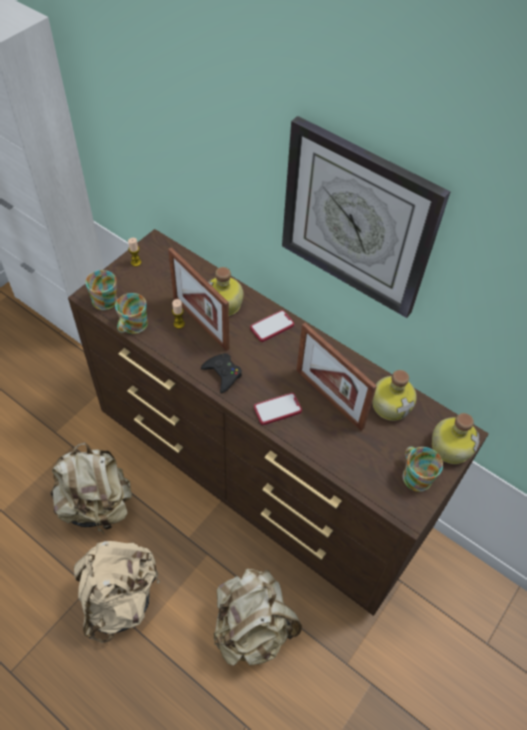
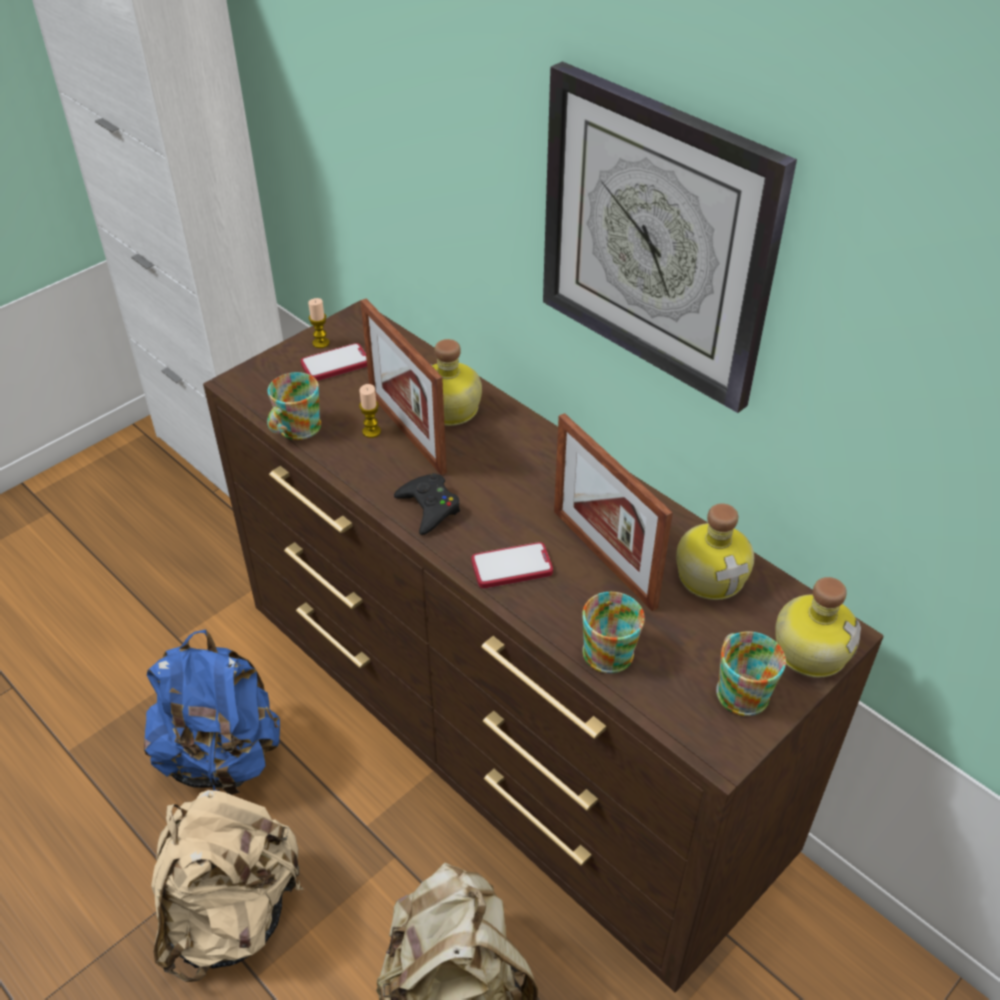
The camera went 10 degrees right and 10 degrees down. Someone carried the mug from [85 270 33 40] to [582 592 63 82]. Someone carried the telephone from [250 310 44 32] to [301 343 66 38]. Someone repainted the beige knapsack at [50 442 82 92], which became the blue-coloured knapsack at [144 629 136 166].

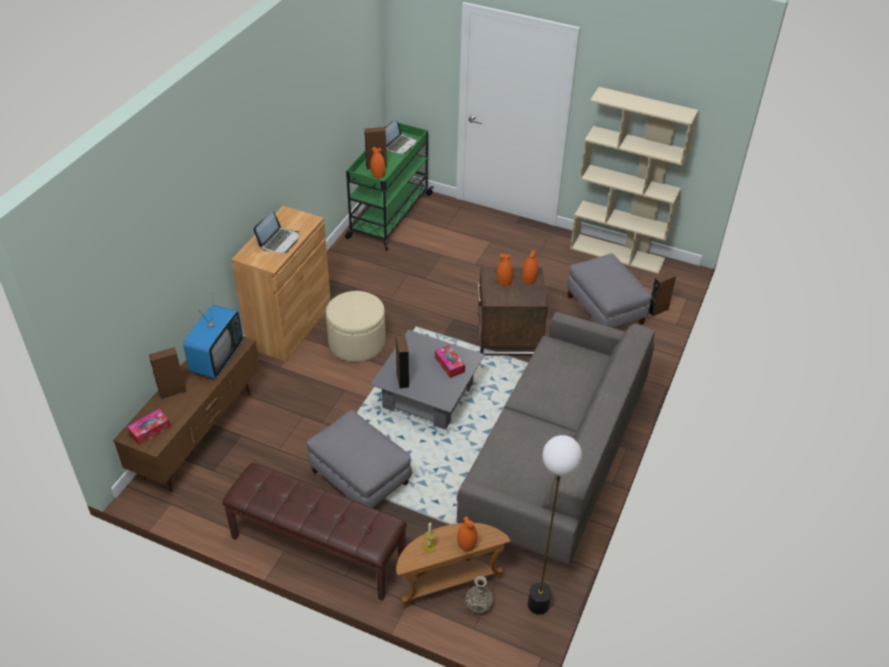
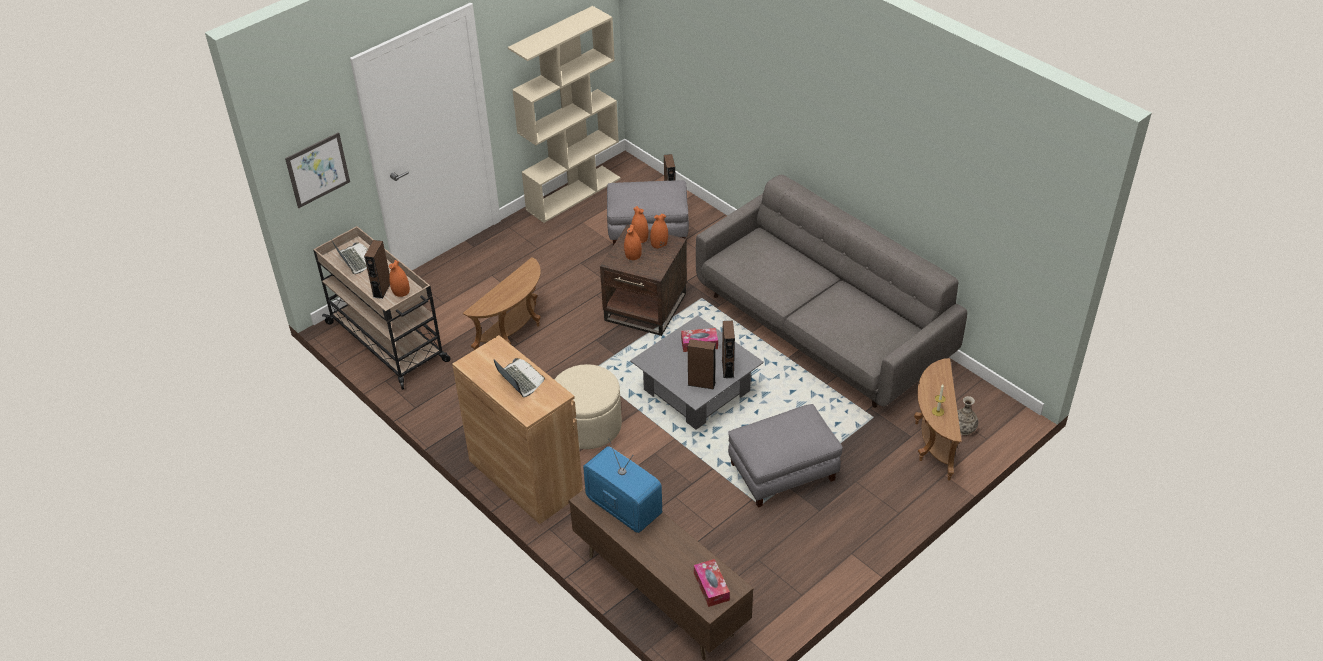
The camera went 65 degrees left and 0 degrees up. Someone took away the brown-coloured bench at [222 463 185 138]. Someone took away the floor lamp at [528 435 54 180]. Someone put up the picture at [285 132 65 76]. Someone put down the brown-coloured accent table at [463 257 78 93]. Someone carried the brown-coloured audio speaker from [149 347 37 52] to [722 321 13 58]. Someone carried the orangey decorative vase from [457 517 20 35] to [650 213 18 36]. Someone repainted the green cart at [345 121 89 129], which became the beige cart at [313 226 138 164].

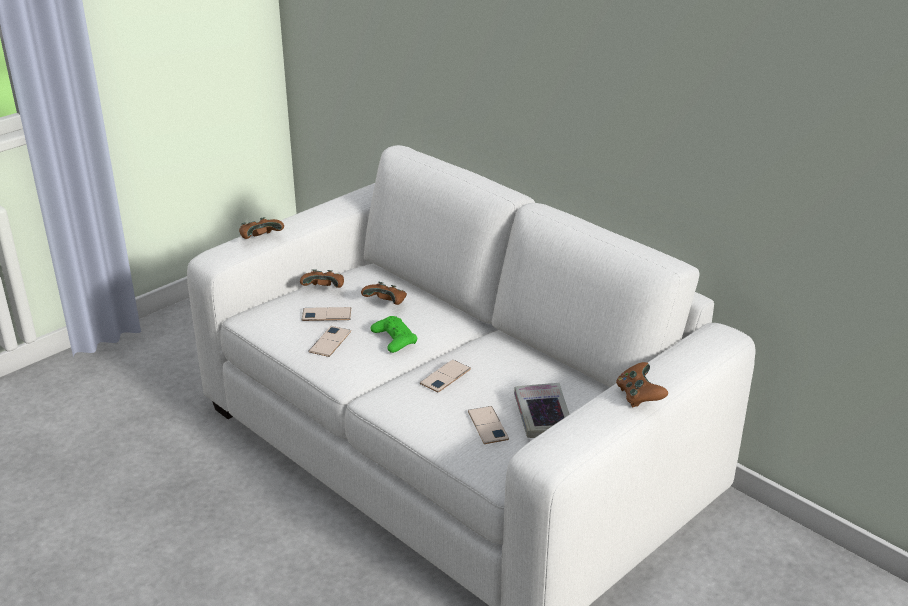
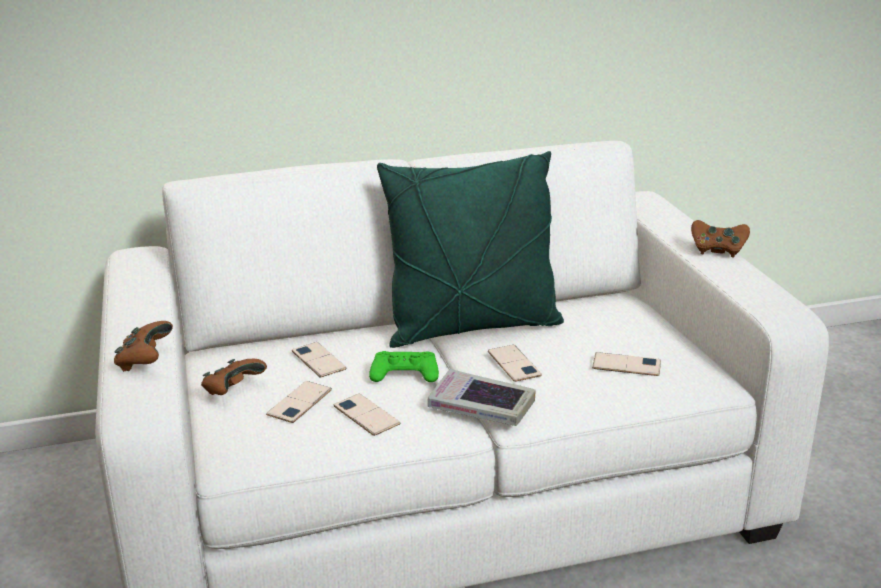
The camera went 60 degrees left and 5 degrees down. Someone put down the green pillow at [377 151 187 197]. Someone carried the volume from [514 383 56 55] to [428 369 108 57]. Someone swapped the brown-coloured joypad at [361 282 46 23] for the telephone at [292 342 54 36].

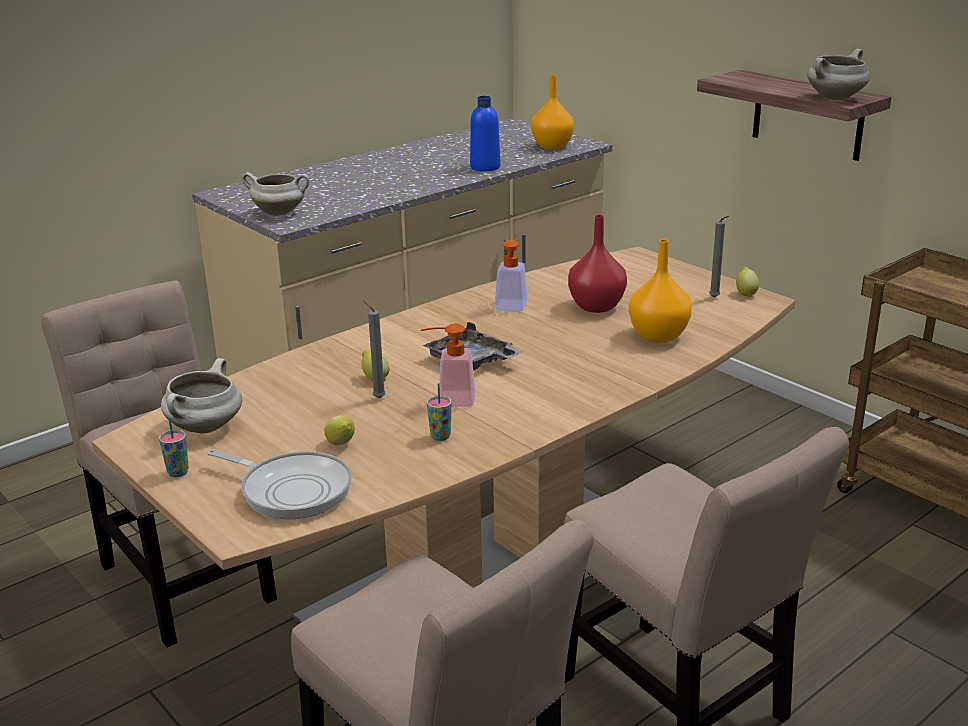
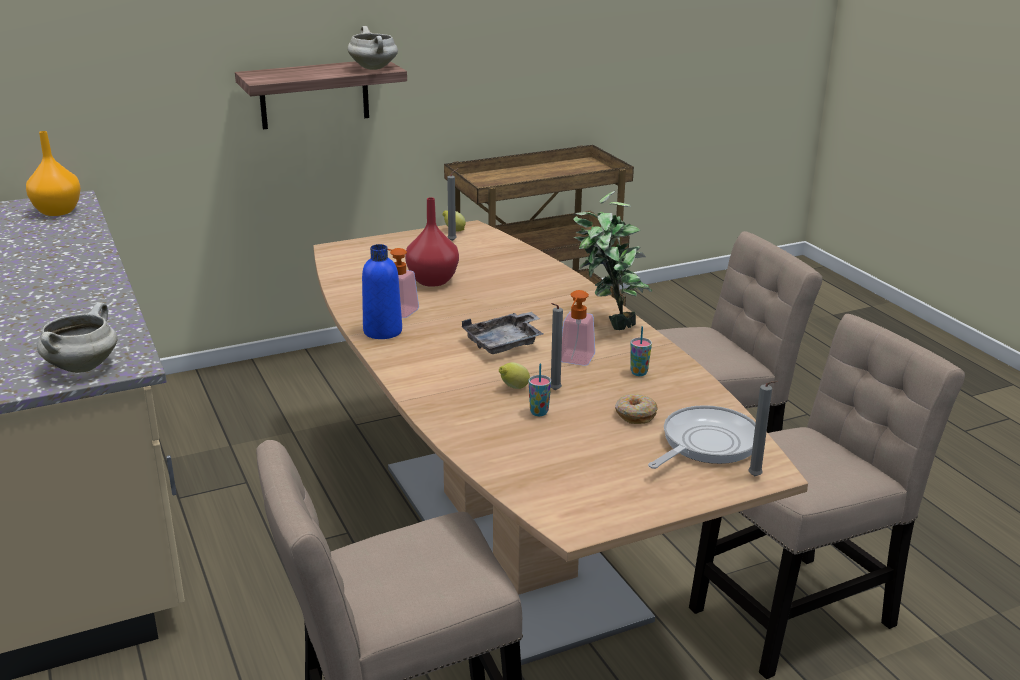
The camera went 75 degrees left and 0 degrees up. Someone took away the whitish cooking pot at [161 358 81 75]. Someone took away the orangey decorative vase at [629 239 63 104]. Someone put down the houseplant at [573 191 79 139]. Someone put down the gray wax light at [748 381 30 95]. Someone carried the small cup from [159 417 30 60] to [529 363 22 53]. Someone carried the blue-coloured beverage bottle from [470 96 30 75] to [362 244 40 95]. Someone swapped the lemon at [324 415 31 30] for the ring doughnut at [615 394 43 30].

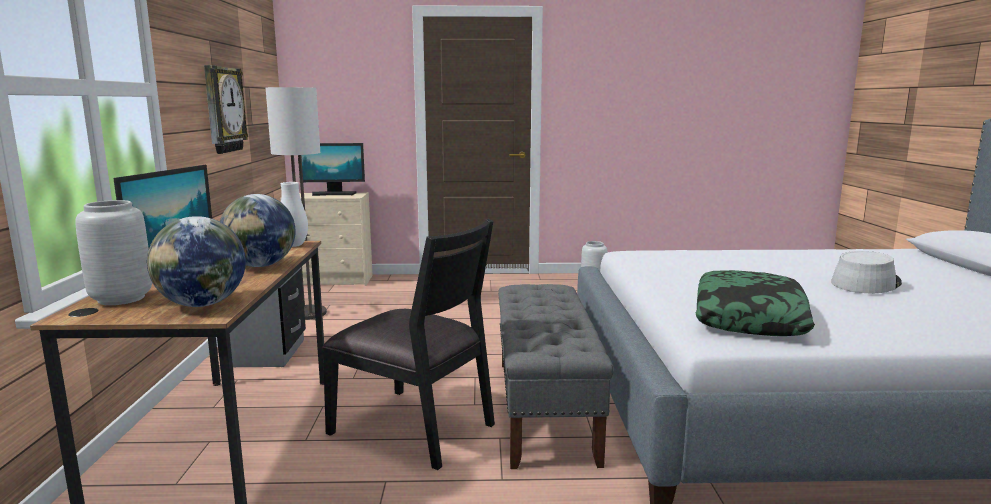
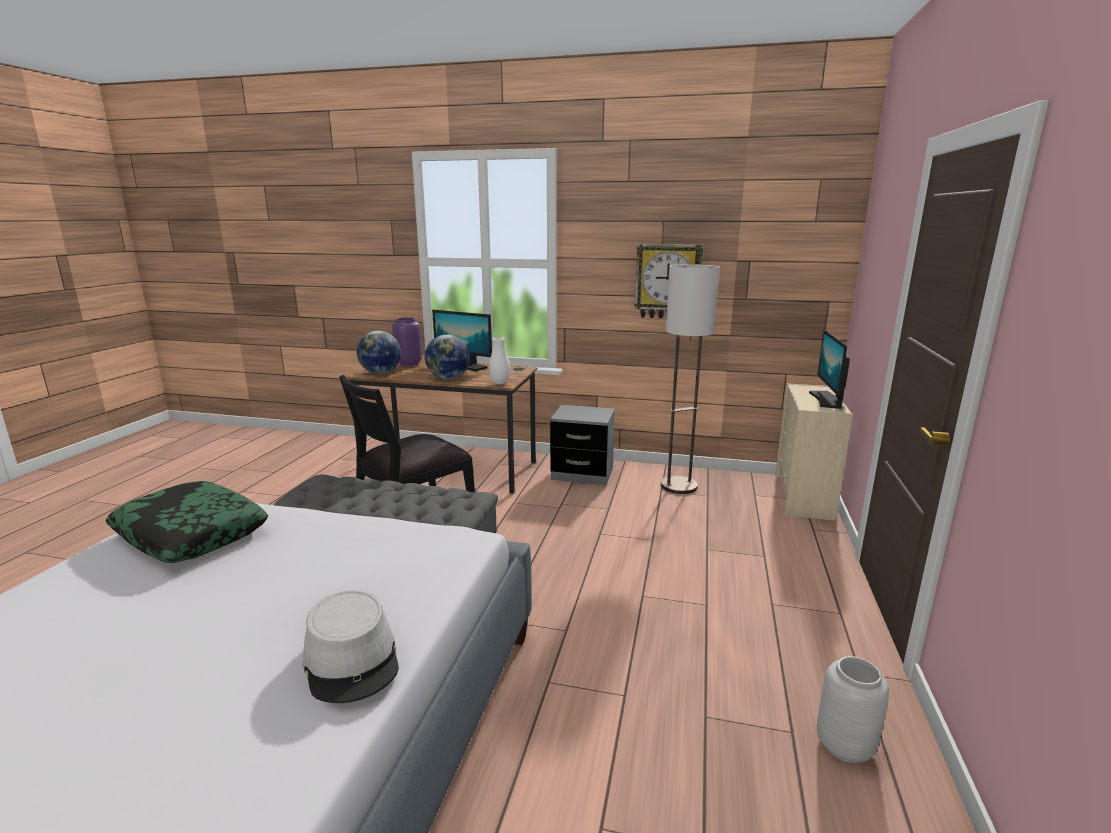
The camera went 105 degrees right and 5 degrees up. Someone carried the gray clothing hat from [831 251 71 42] to [302 590 97 113]. Someone repainted the gray decorative vase at [75 200 77 105], which became the purple-coloured decorative vase at [392 317 30 49].

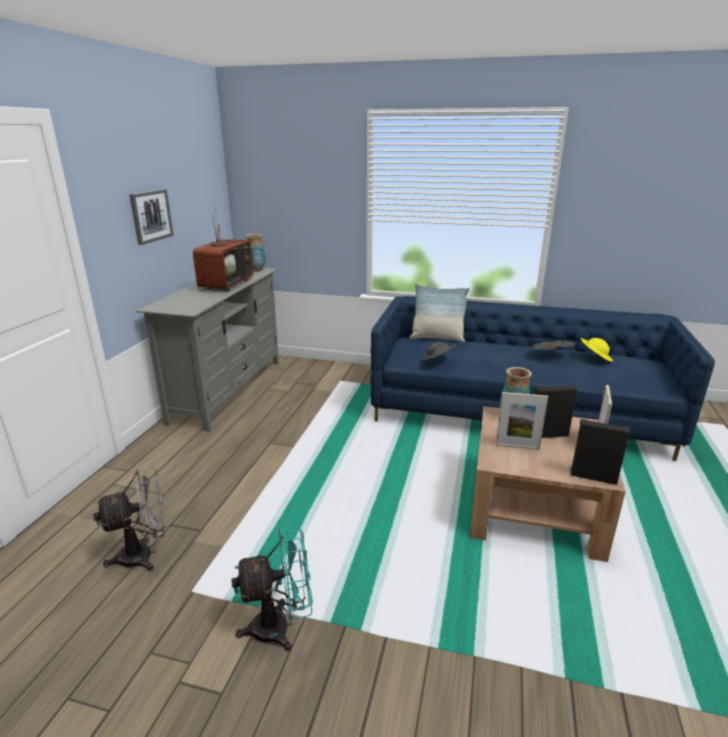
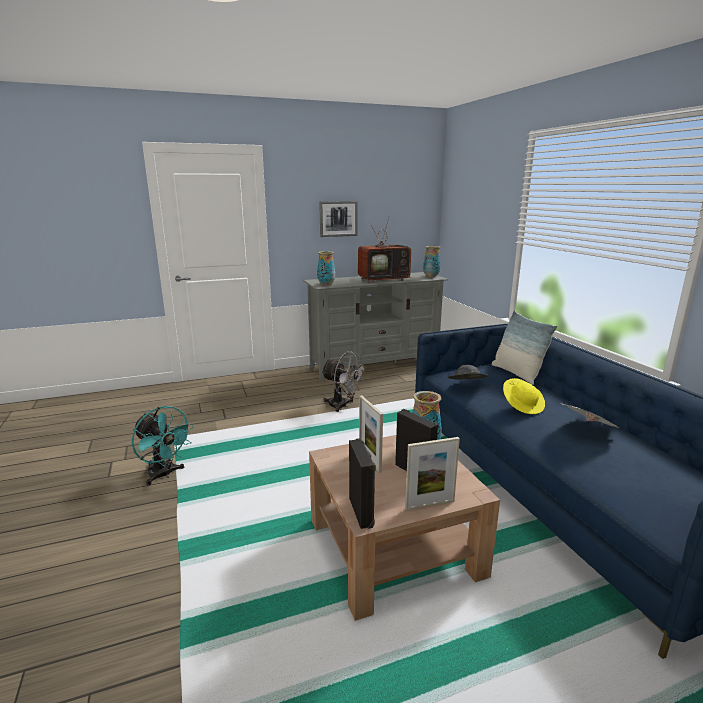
The camera went 55 degrees right and 5 degrees down. Someone put down the decorative vase at [317 251 18 35]. Someone carried the gray fan from [93 467 74 104] to [321 351 45 61]. Someone carried the yellow clothing hat from [581 338 32 24] to [503 378 42 36].

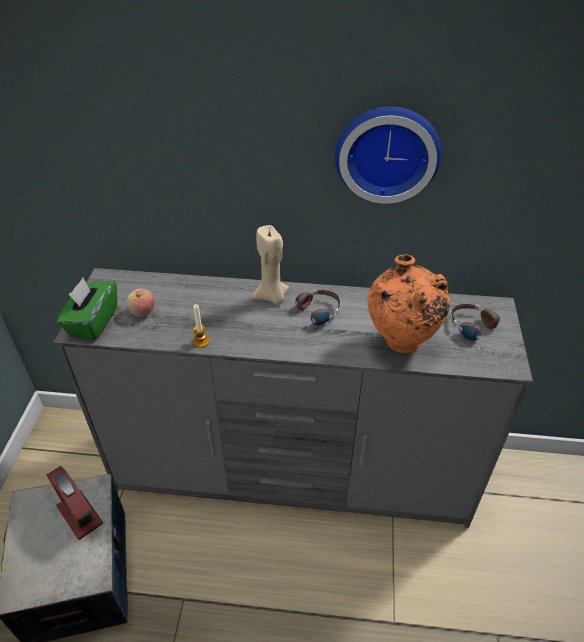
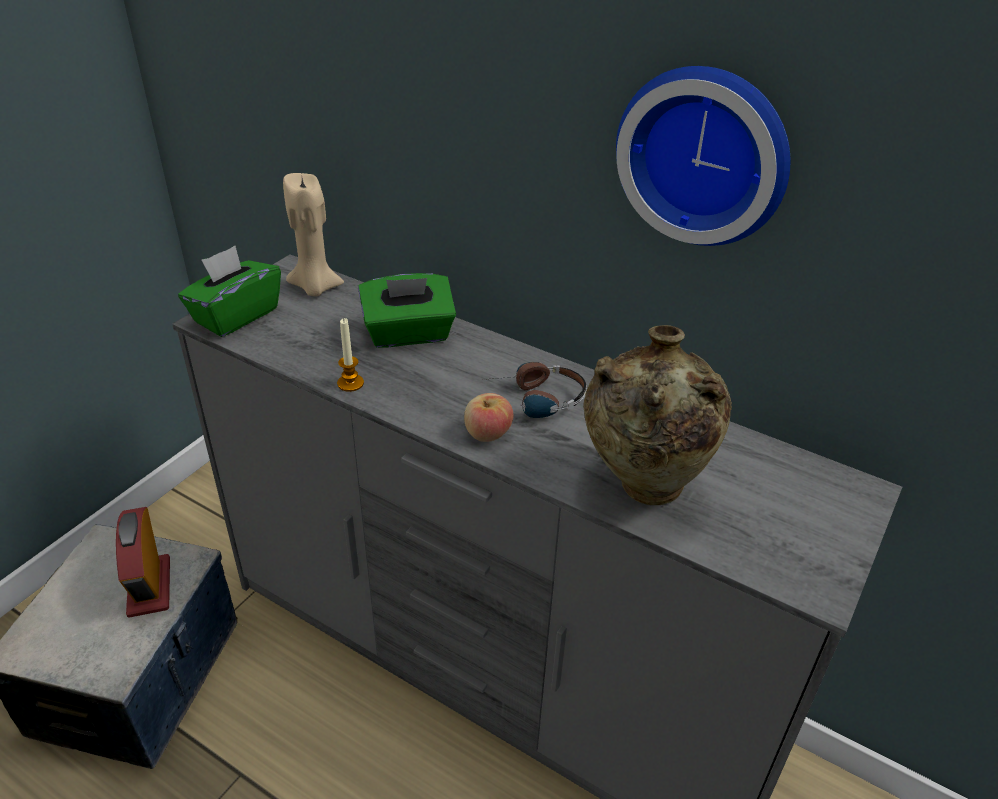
The camera went 25 degrees right and 5 degrees down. Someone took away the headphones at [451 304 49 42]. Someone put down the green tissue holder at [358 273 98 75]. Someone carried the apple from [126 289 29 28] to [464 393 49 49]. Someone carried the beige wax light from [252 225 37 79] to [283 173 61 123]. Someone repainted the orangey decorative vase at [368 254 82 99], which became the beige decorative vase at [583 325 149 180].

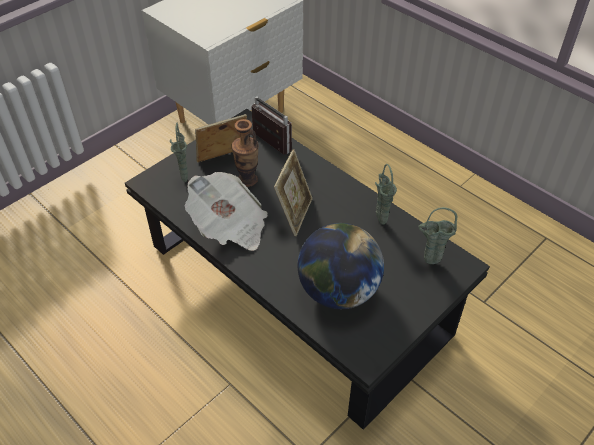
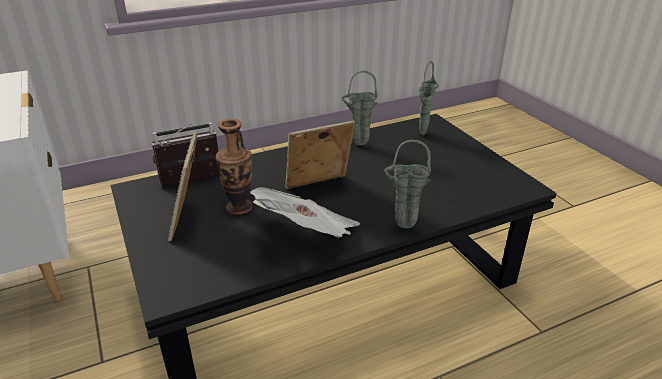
The camera went 70 degrees left and 15 degrees down. Someone took away the desk globe at [298 223 86 86]. Someone carried the green decorative vase from [170 123 18 59] to [384 140 47 89]. Someone rotated the standing frame at [274 149 39 87] by 60 degrees counterclockwise.

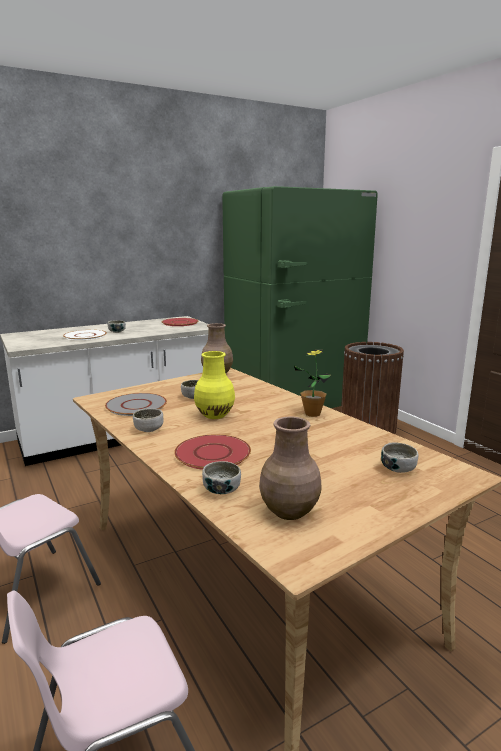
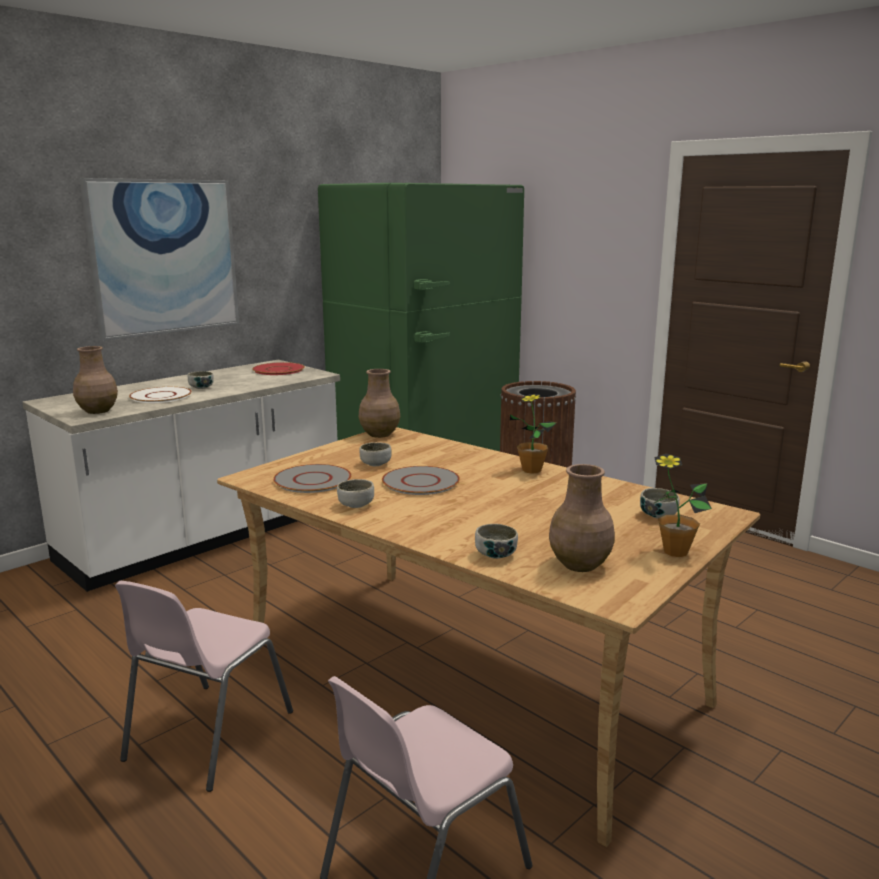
The camera went 15 degrees left and 0 degrees up. Someone took away the red plate at [174 435 77 35]. Someone put down the brown-coloured decorative vase at [73 346 45 68]. Someone put up the picture at [80 178 159 163]. Someone put down the houseplant at [653 454 59 103]. Someone swapped the yellow decorative vase at [194 351 41 68] for the gray plate at [382 466 78 29].

